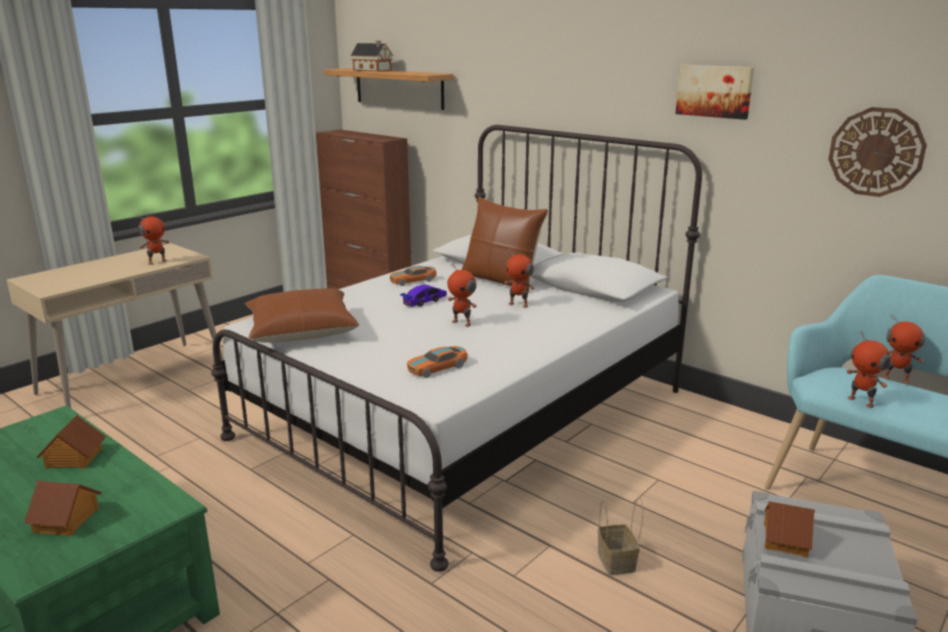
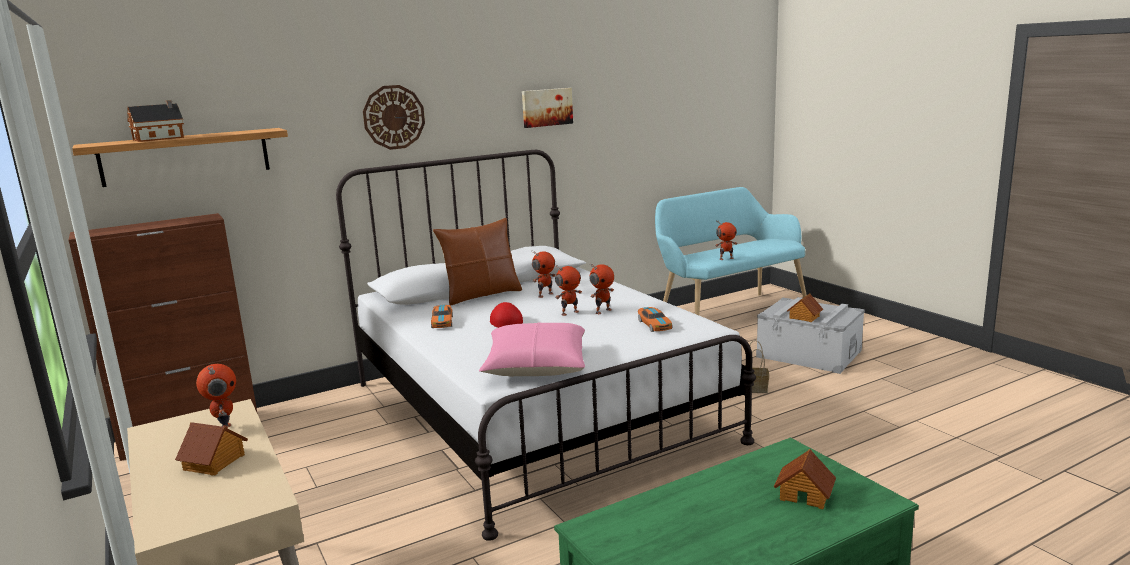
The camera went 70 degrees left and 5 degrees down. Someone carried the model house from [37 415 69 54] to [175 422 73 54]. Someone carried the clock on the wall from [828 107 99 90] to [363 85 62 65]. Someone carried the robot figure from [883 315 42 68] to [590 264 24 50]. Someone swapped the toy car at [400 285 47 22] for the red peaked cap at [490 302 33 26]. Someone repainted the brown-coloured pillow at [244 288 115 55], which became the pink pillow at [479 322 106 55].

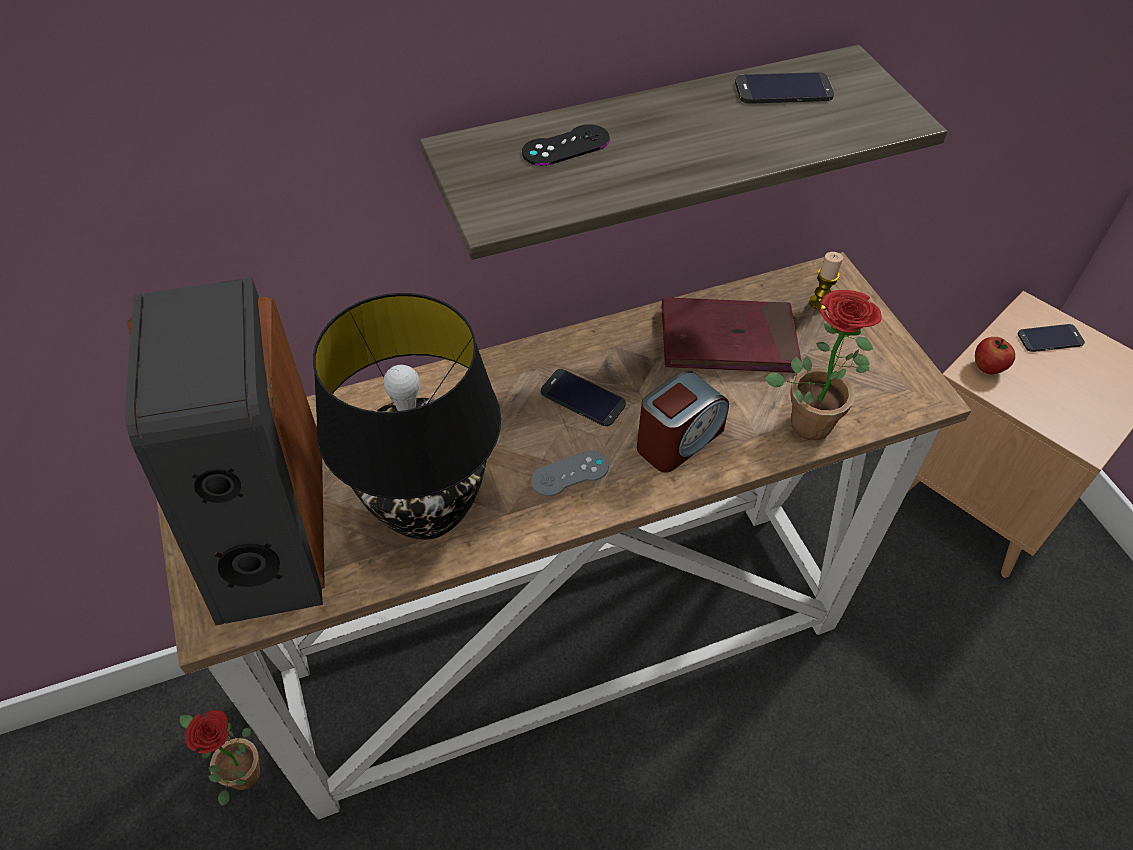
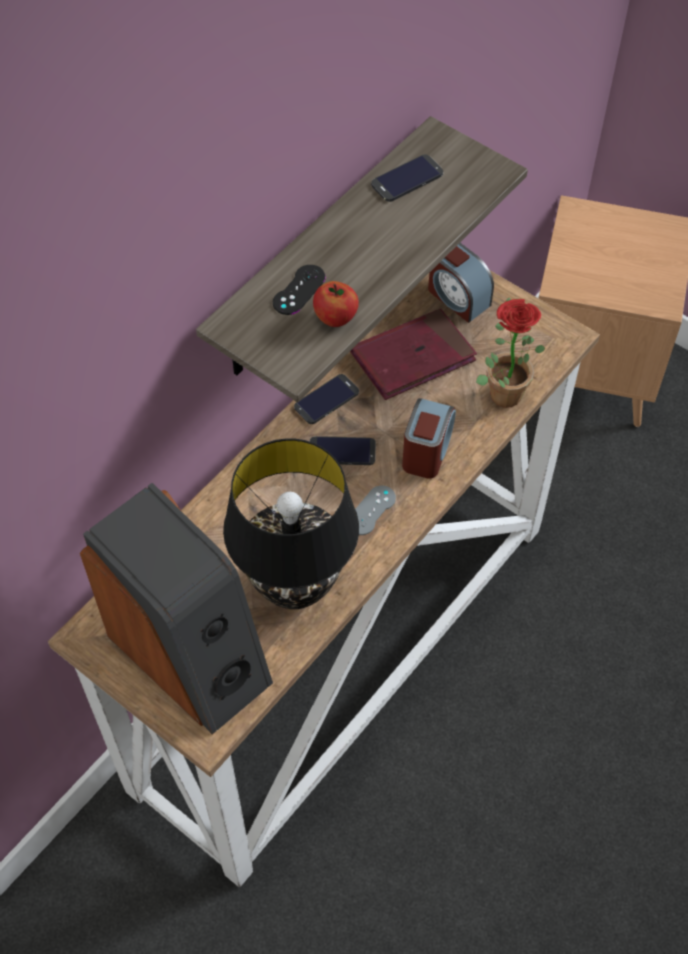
The camera went 30 degrees left and 5 degrees up. Someone took away the houseplant at [180 710 80 96]. Someone carried the apple from [975 337 40 37] to [313 281 46 46]. Someone carried the telephone from [1018 324 67 28] to [294 374 65 50]. Someone swapped the wax light at [809 252 34 58] for the alarm clock at [428 243 66 80].

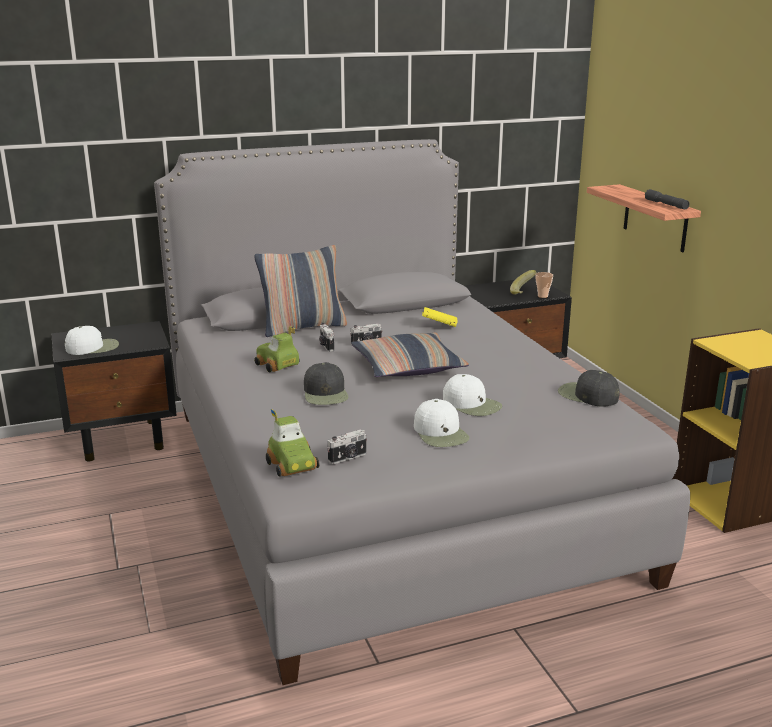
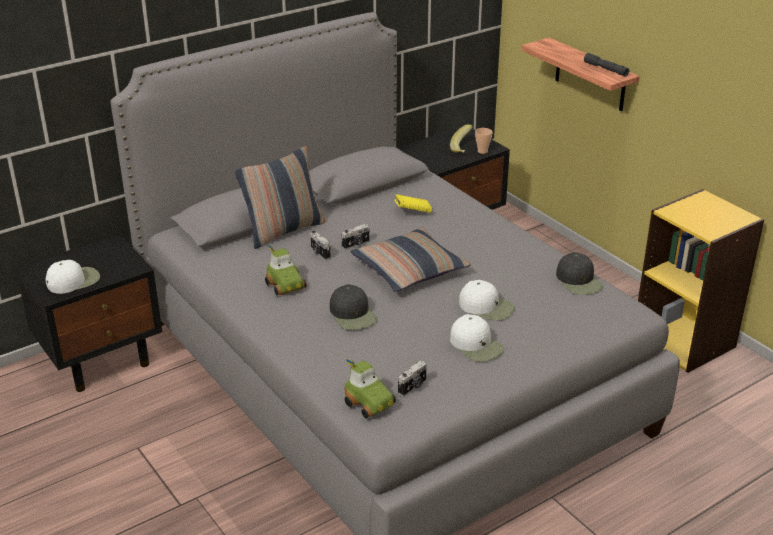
The camera went 15 degrees left and 10 degrees up. Someone rotated the toy car at [254 326 45 47] by 150 degrees counterclockwise. Someone rotated the black peaked cap at [558 370 62 36] by 135 degrees counterclockwise.

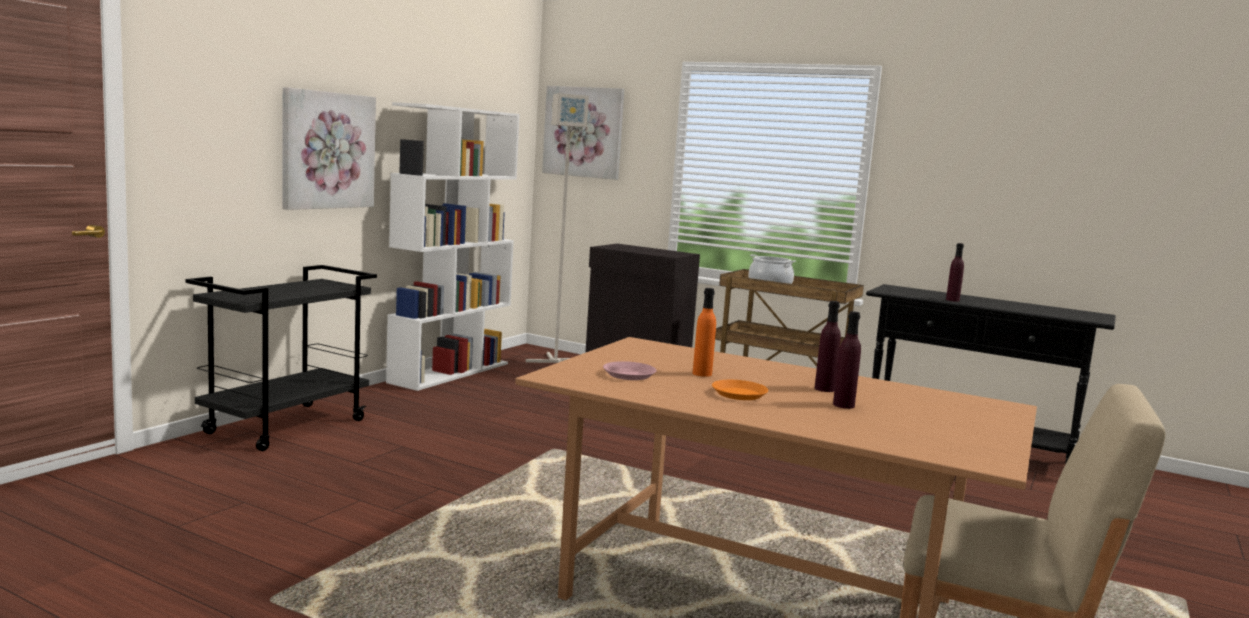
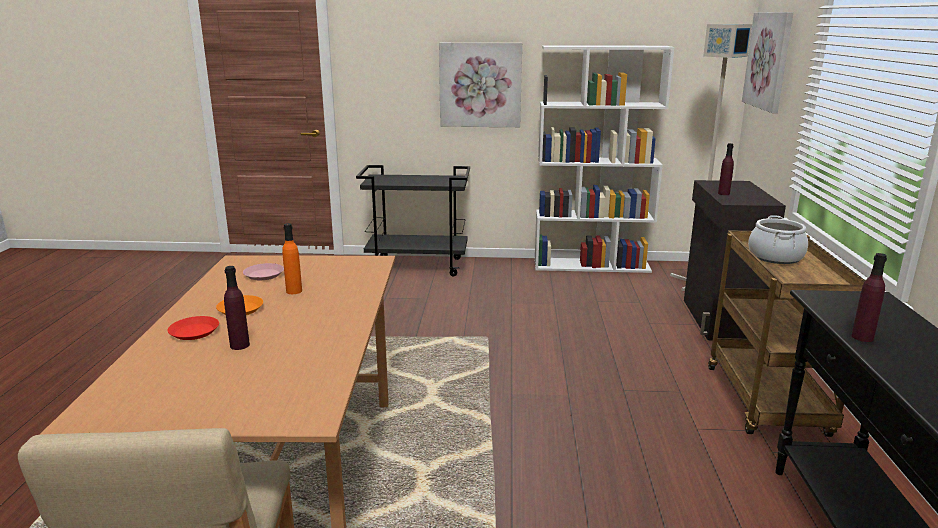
The camera went 65 degrees right and 10 degrees up. Someone put down the red plate at [167 316 52 24]. Someone carried the purple-coloured beverage bottle from [815 301 26 91] to [718 143 16 52].

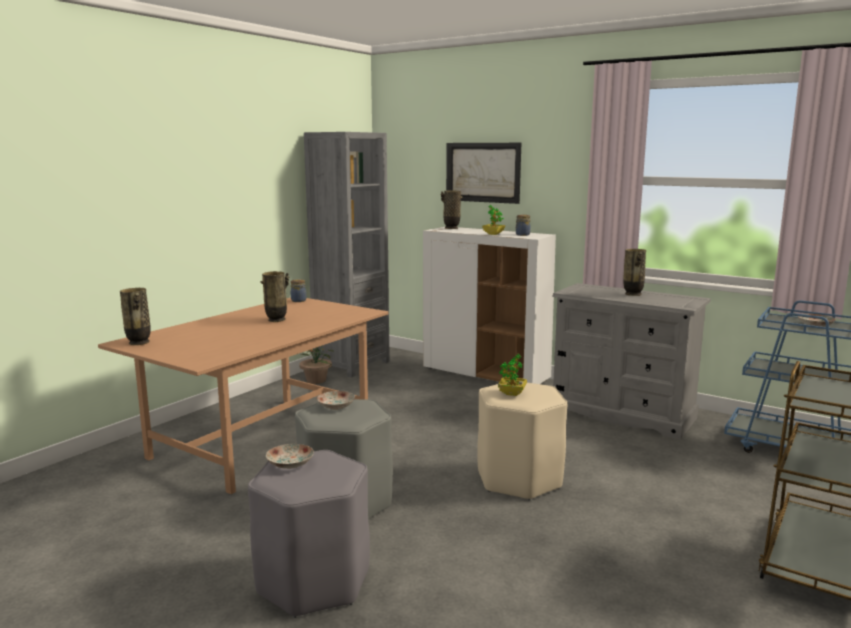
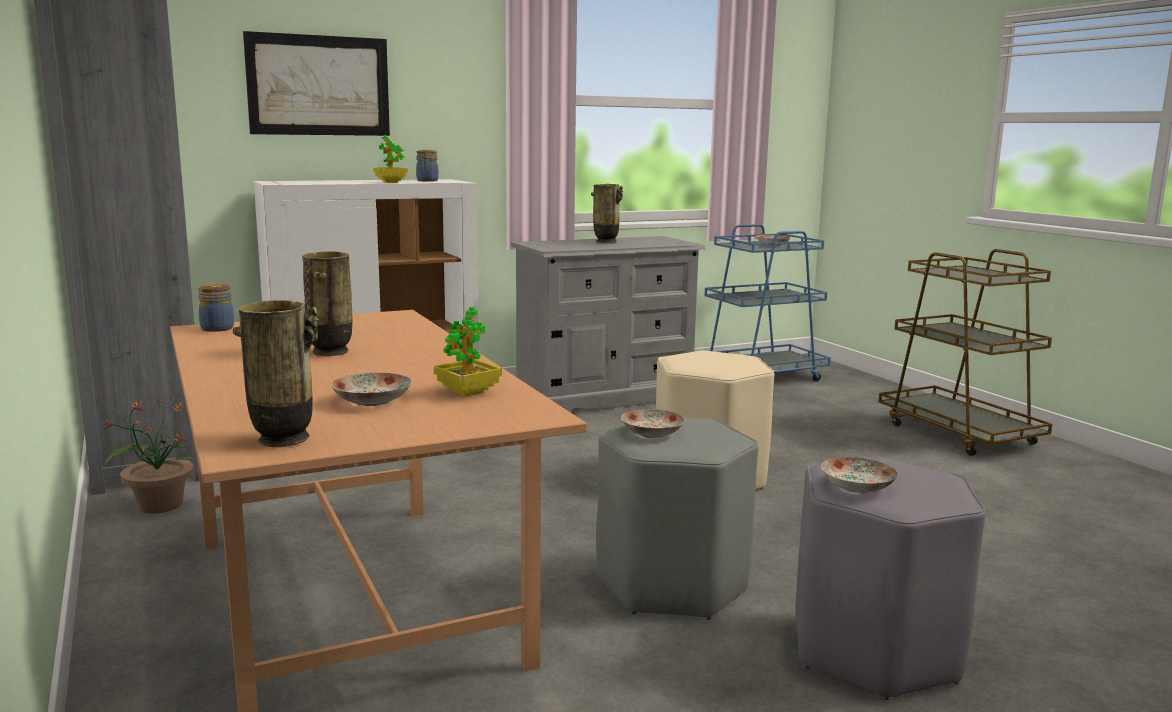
The camera went 60 degrees left and 0 degrees up. Someone took away the decorative vase at [441 191 21 38]. Someone put down the plate at [331 373 81 33]. Someone carried the houseplant from [498 354 29 42] to [434 307 68 90].

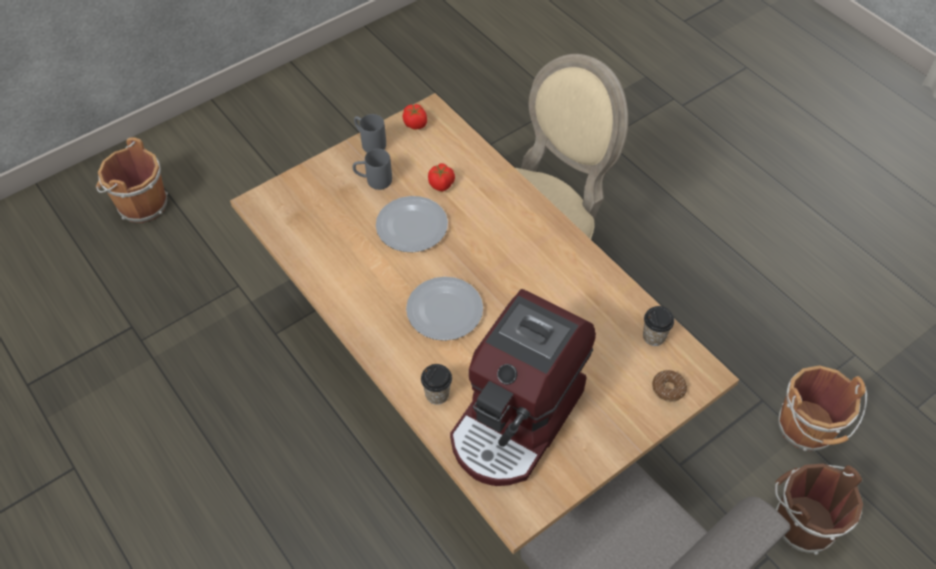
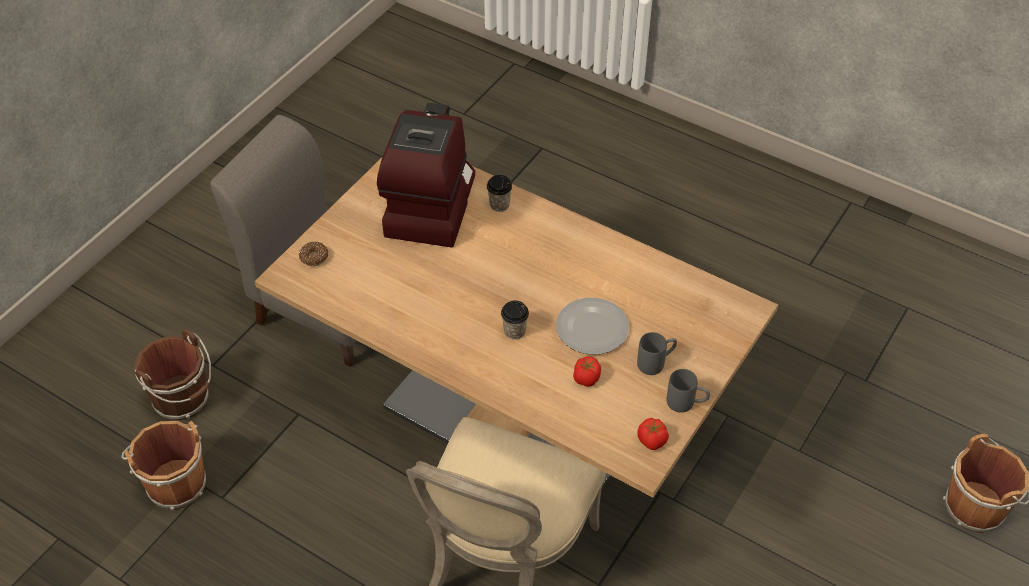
The camera went 160 degrees right and 5 degrees down. Someone took away the plate at [406 277 77 64]. Someone carried the small cup from [643 306 31 40] to [501 300 28 40].

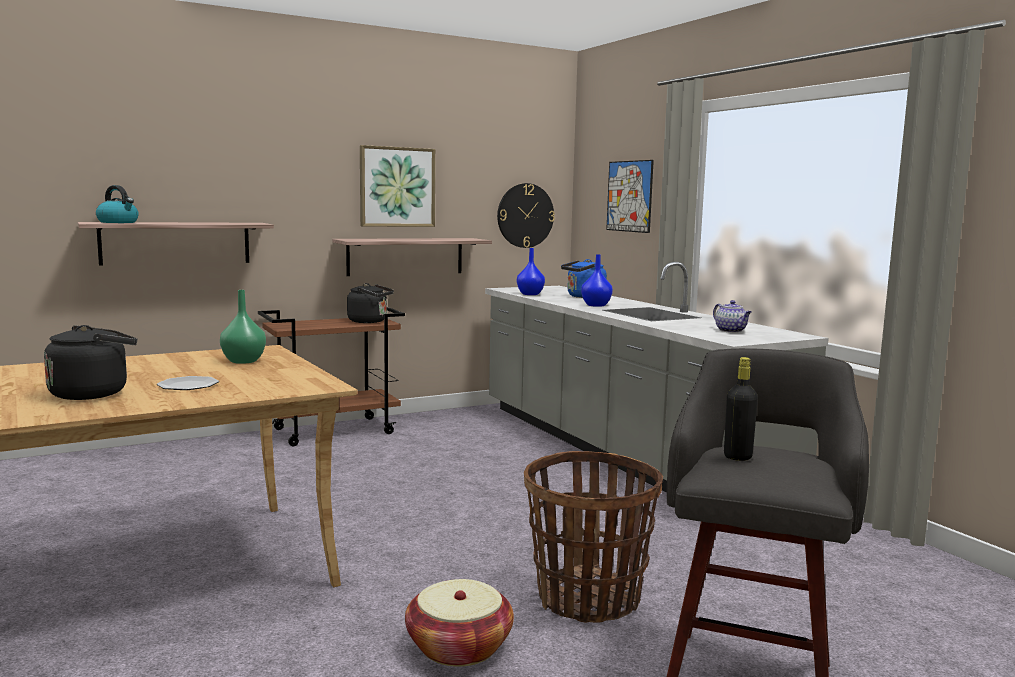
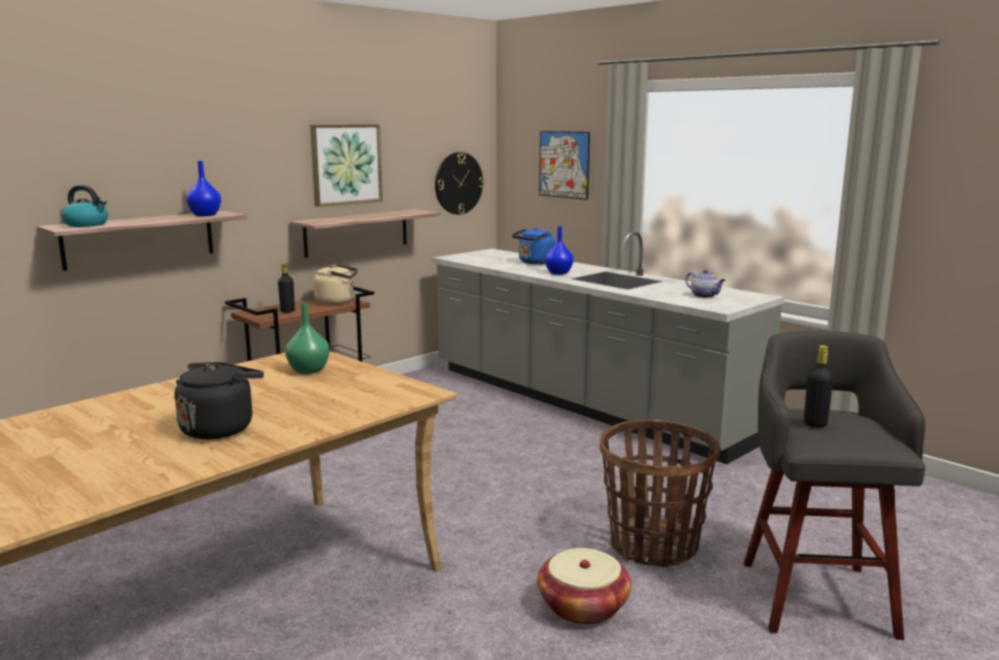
The camera went 15 degrees left and 5 degrees up. Someone took away the plate at [157 376 62 14]. Someone put down the black beverage bottle at [278 262 17 51]. Someone carried the blue-coloured decorative vase from [517 248 28 47] to [186 161 35 55]. Someone repainted the black water kettle at [347 283 47 40], which became the beige water kettle at [314 264 44 41].

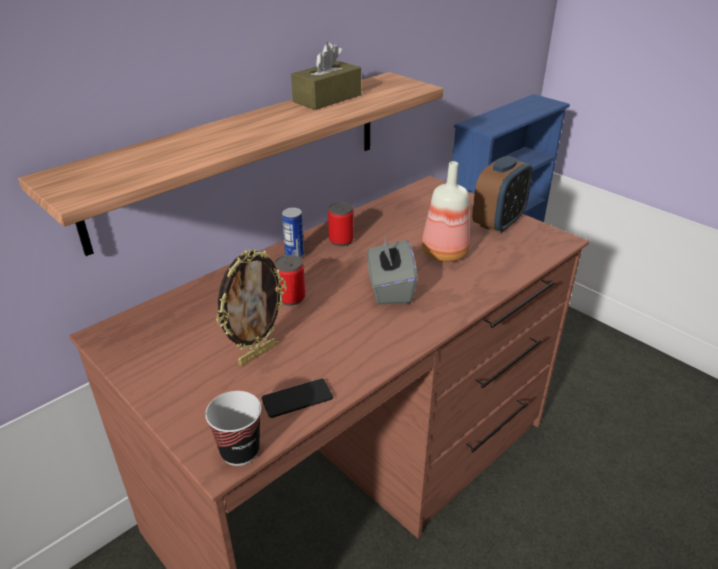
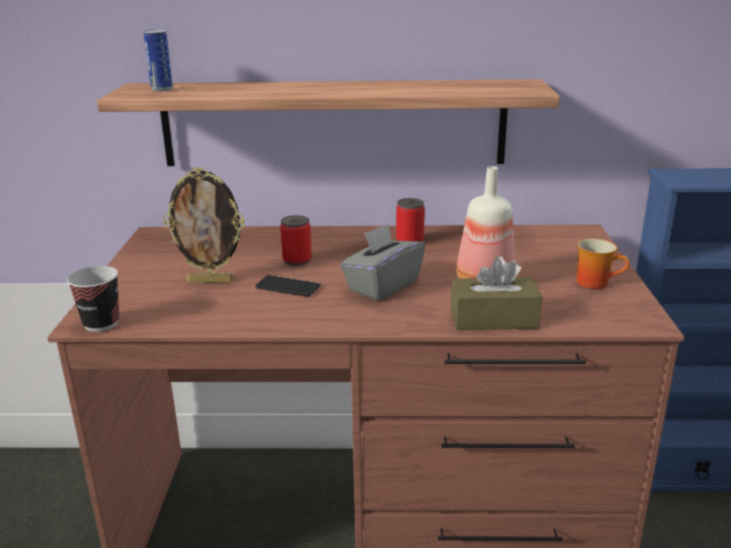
The camera went 45 degrees right and 10 degrees down. Someone carried the telephone from [261 378 72 40] to [255 275 65 22]. Someone carried the sealed can from [282 208 22 51] to [143 30 30 62]. Someone carried the brown-coloured tissue holder from [291 42 70 68] to [451 256 91 74]. Someone swapped the alarm clock at [472 156 61 78] for the mug at [577 239 53 50].

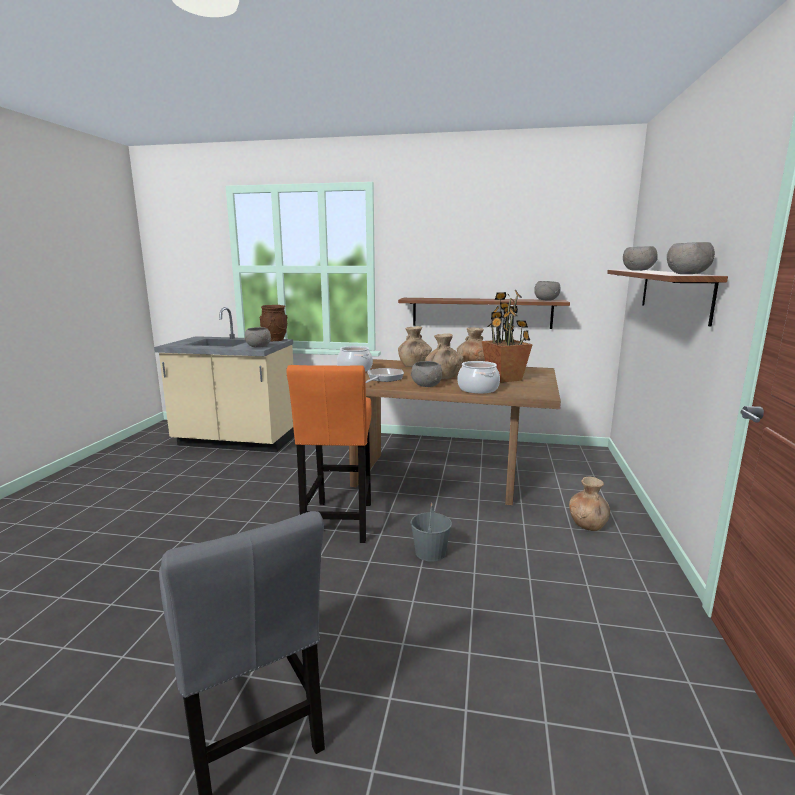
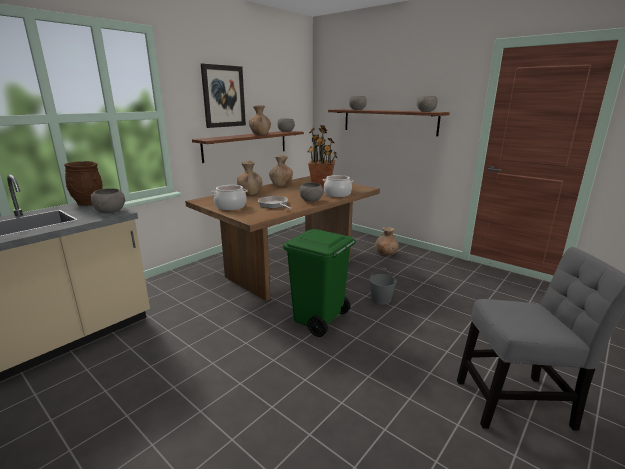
The camera went 60 degrees left and 5 degrees up. Someone put up the picture at [201 64 45 64]. Someone carried the brown-coloured decorative vase from [425 333 38 46] to [249 105 22 30]. Someone swapped the orangey stool at [287 365 84 178] for the green rubbish bin at [283 229 73 108].

